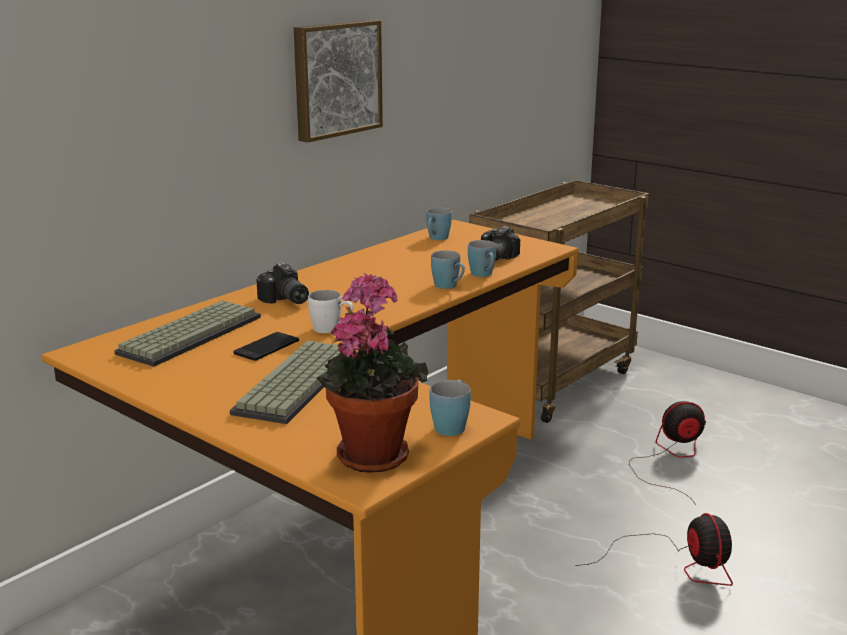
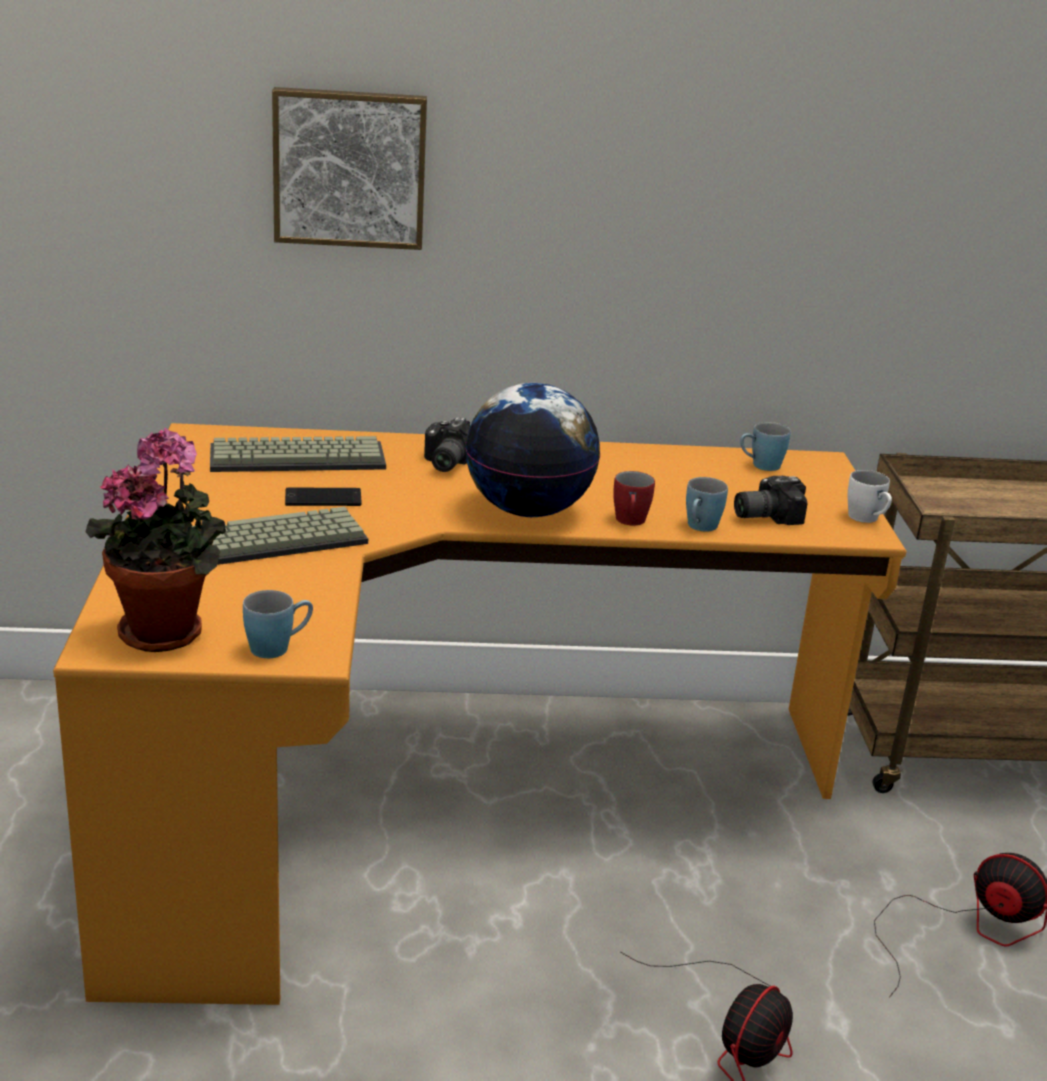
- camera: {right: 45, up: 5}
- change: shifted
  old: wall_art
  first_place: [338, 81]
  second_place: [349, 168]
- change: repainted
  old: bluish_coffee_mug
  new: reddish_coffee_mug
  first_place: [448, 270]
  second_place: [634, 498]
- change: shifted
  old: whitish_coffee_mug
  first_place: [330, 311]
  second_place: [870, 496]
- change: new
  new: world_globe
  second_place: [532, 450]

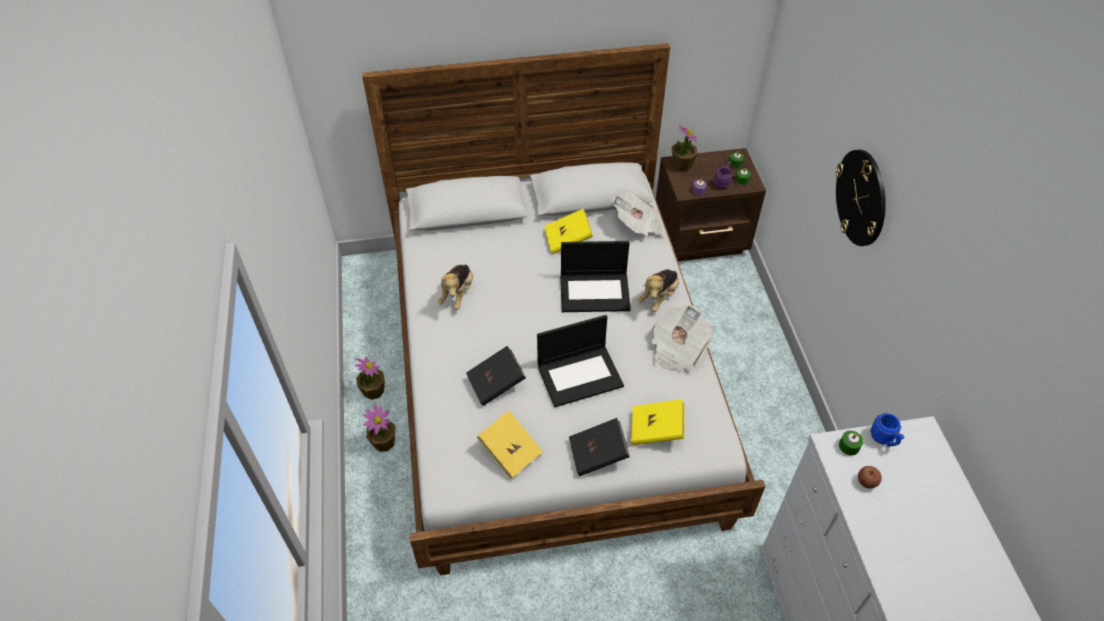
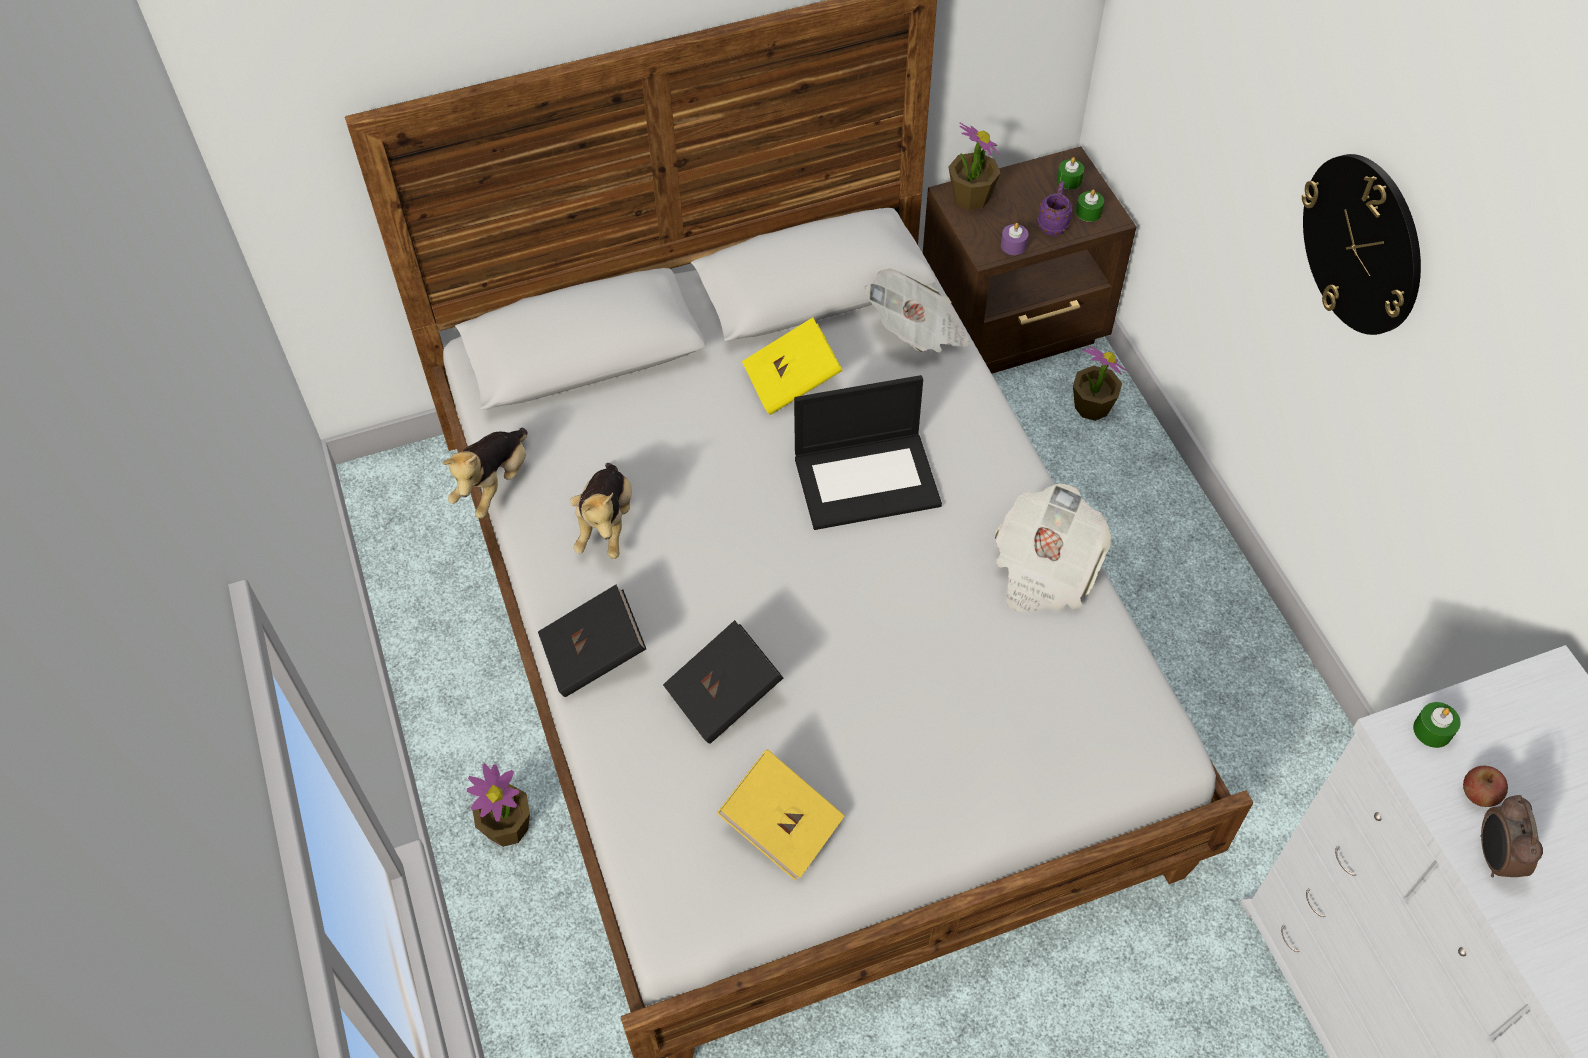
- camera: {right: -10, up: 5}
- change: shifted
  old: plush_toy
  first_place: [658, 291]
  second_place: [485, 473]
- change: gone
  old: portable_computer
  first_place: [580, 361]
- change: shifted
  old: houseplant
  first_place: [369, 378]
  second_place: [1100, 383]
- change: gone
  old: yellow-coloured_volume
  first_place: [658, 422]
- change: gone
  old: bluish_coffee_mug
  first_place: [887, 430]
- change: shifted
  old: black_volume
  first_place: [599, 447]
  second_place: [592, 641]
- change: new
  new: table_clock
  second_place: [1511, 836]

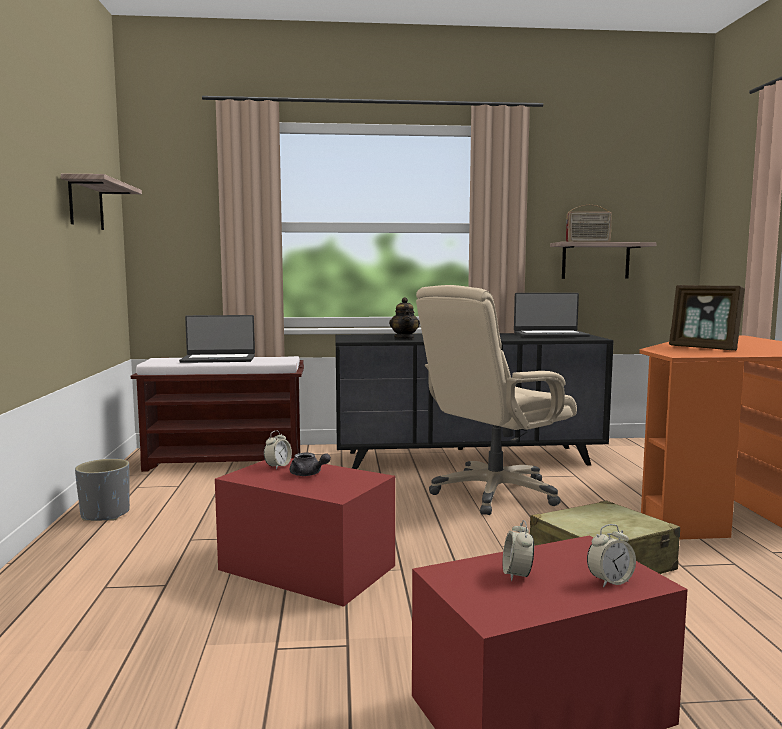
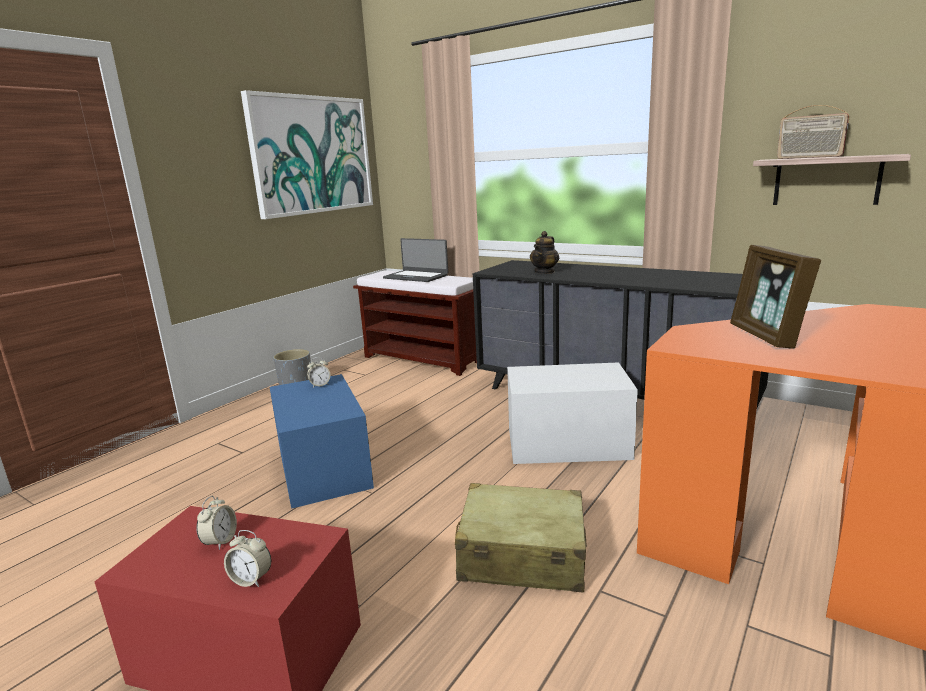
- camera: {right: 40, up: 10}
- change: swapped
  old: shelf
  new: wall_art
  first_place: [101, 202]
  second_place: [307, 154]
- change: swapped
  old: beige_desk_chair
  new: whitish_storage_box
  first_place: [496, 400]
  second_place: [572, 413]
- change: gone
  old: portable_computer
  first_place: [552, 315]
- change: gone
  old: greyish_pot_for_tea
  first_place: [310, 464]
- change: repainted
  old: reddish_storage_box
  new: bluish_storage_box
  first_place: [305, 532]
  second_place: [322, 441]
- change: rotated
  old: table_clock
  first_place: [518, 550]
  second_place: [216, 523]
  degrees: 150

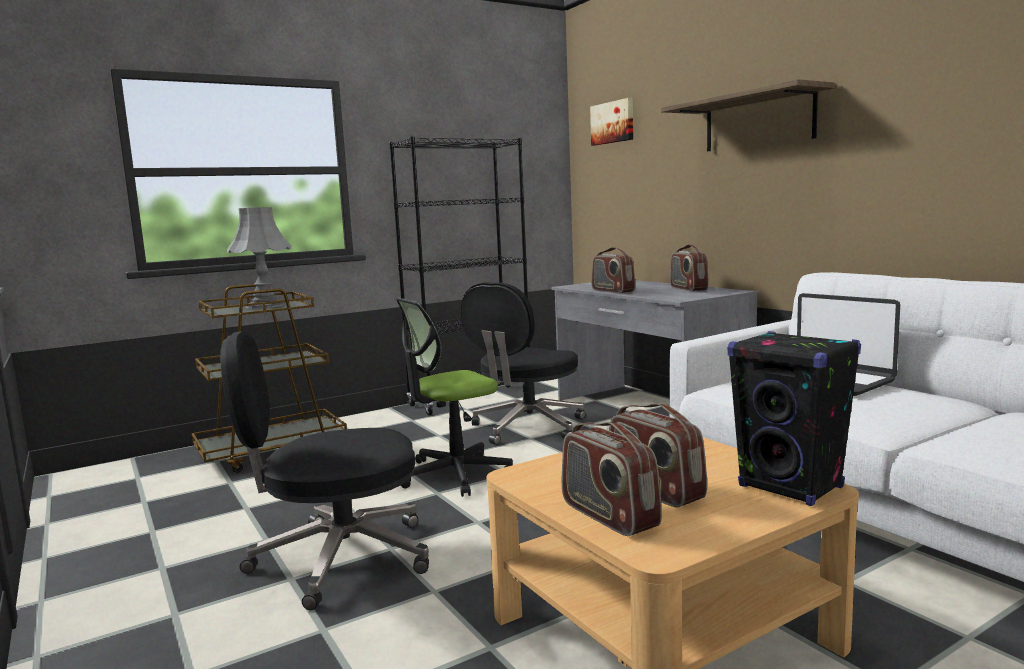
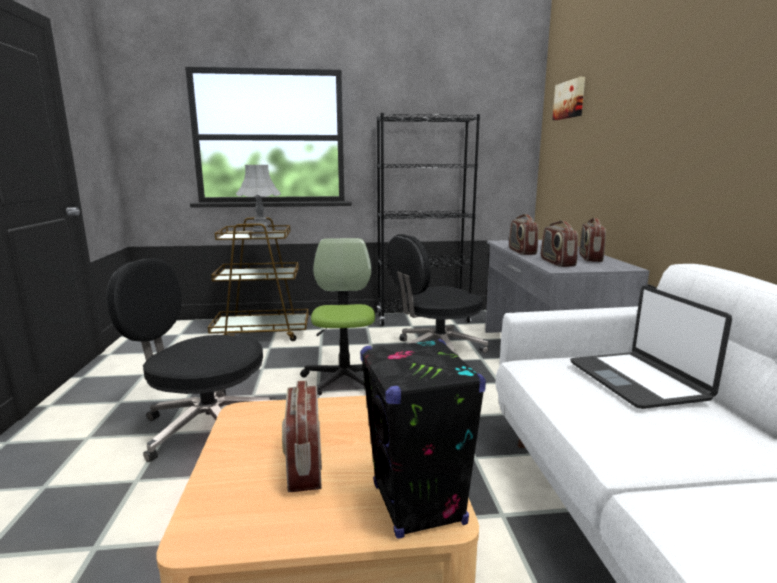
- camera: {right: 25, up: 5}
- change: gone
  old: shelf
  first_place: [748, 115]
- change: rotated
  old: desk_chair
  first_place: [454, 397]
  second_place: [337, 316]
  degrees: 90
- change: shifted
  old: radio_receiver
  first_place: [612, 479]
  second_place: [559, 243]

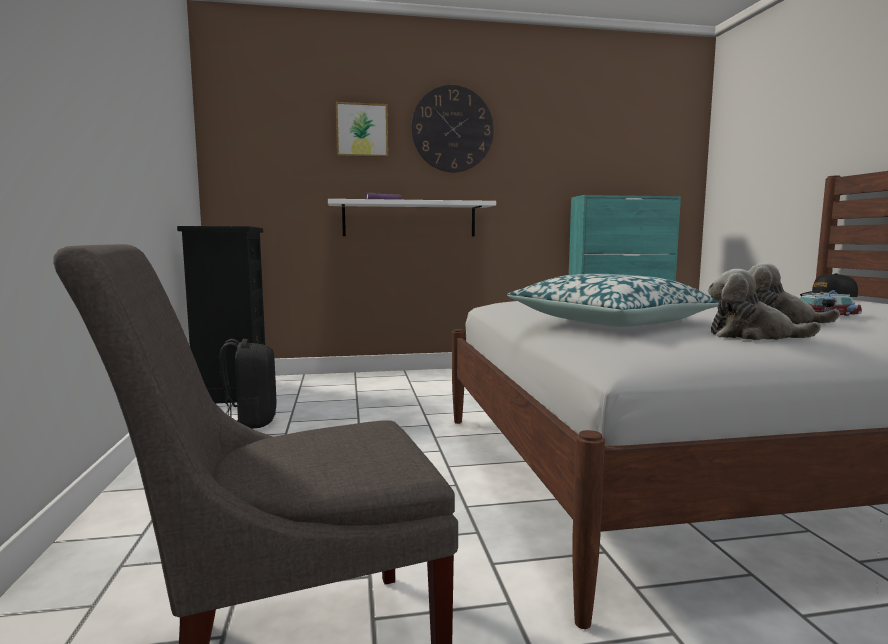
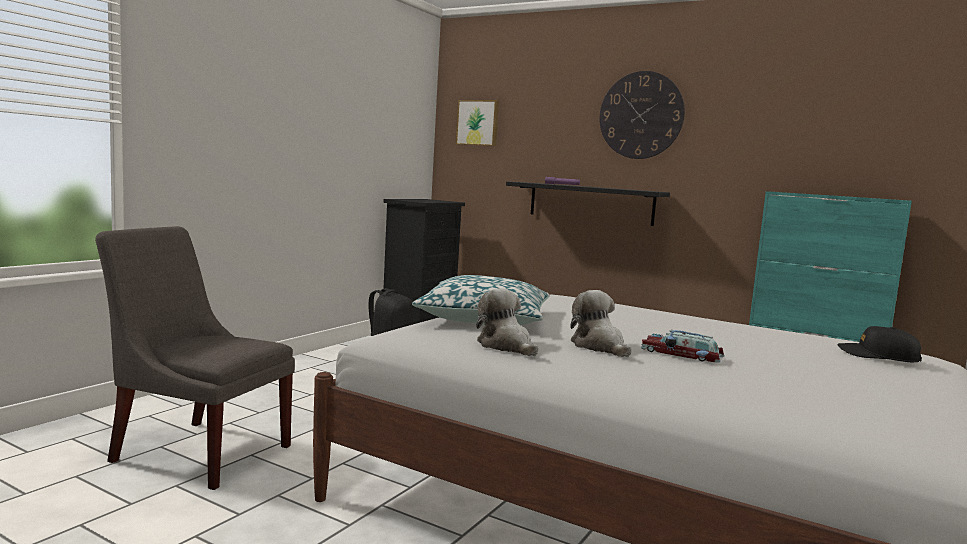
- camera: {right: 40, up: 0}
- change: shifted
  old: wall_art
  first_place: [362, 129]
  second_place: [477, 123]
- change: repainted
  old: whitish_shelf
  new: black_shelf
  first_place: [412, 217]
  second_place: [588, 203]

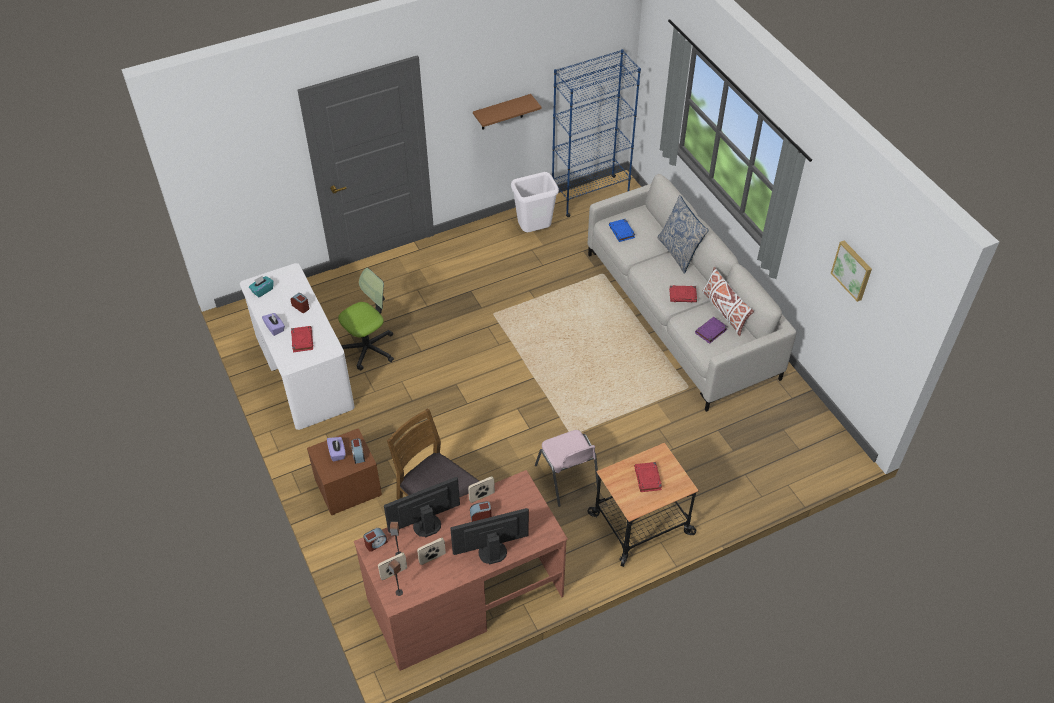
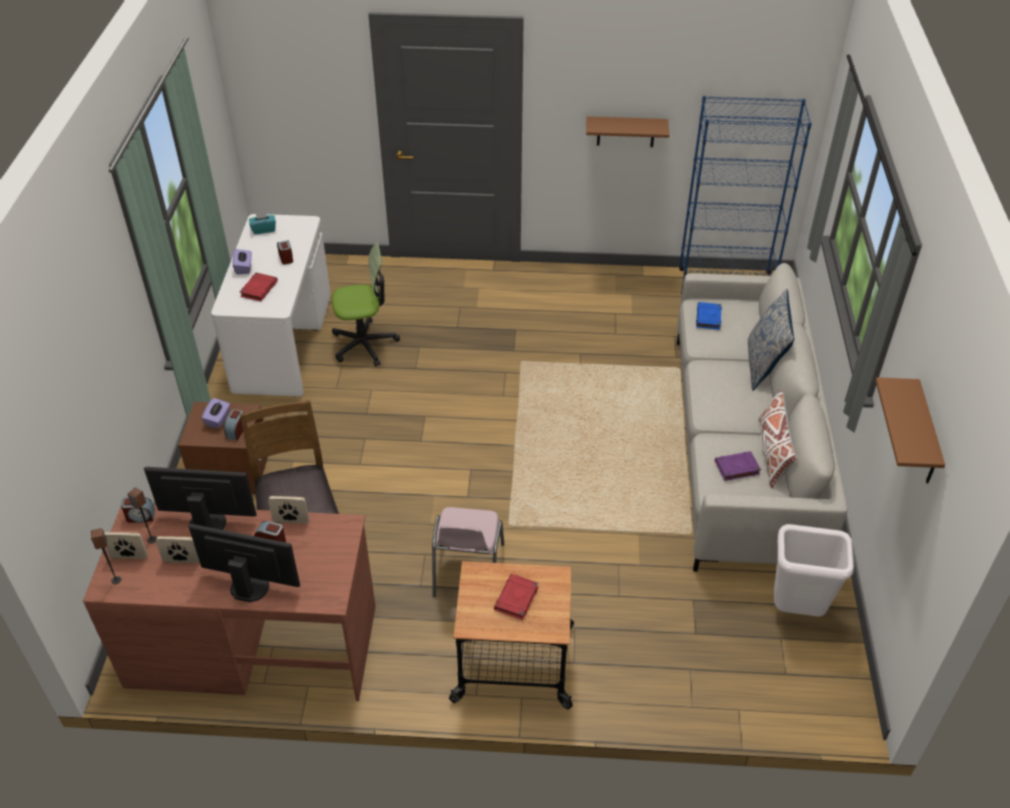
- camera: {right: 30, up: -5}
- change: shifted
  old: whitish_rubbish_bin
  first_place: [535, 202]
  second_place: [814, 570]
- change: swapped
  old: wall_art
  new: brown_shelf
  first_place: [851, 271]
  second_place: [910, 430]
- change: gone
  old: reddish_volume
  first_place: [683, 294]

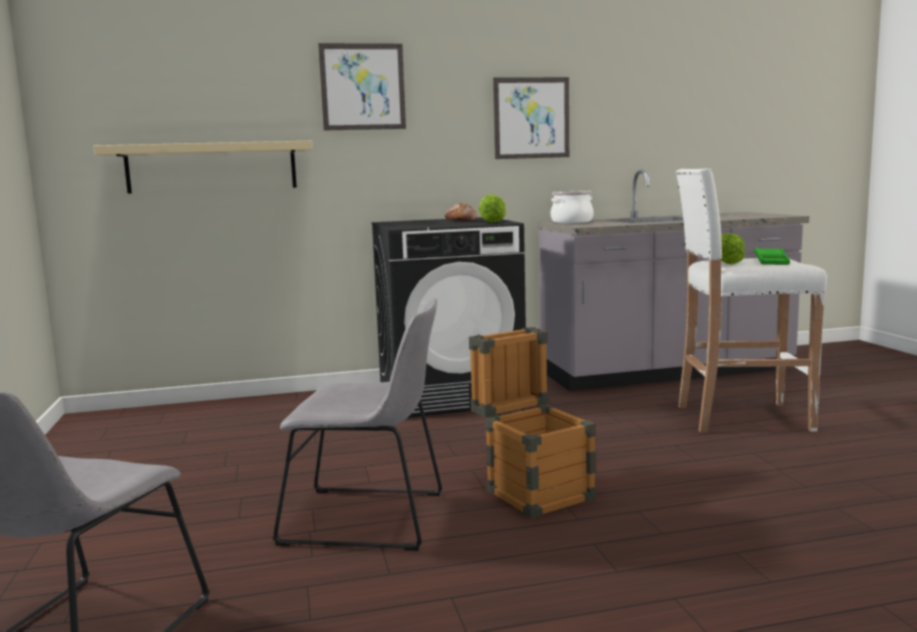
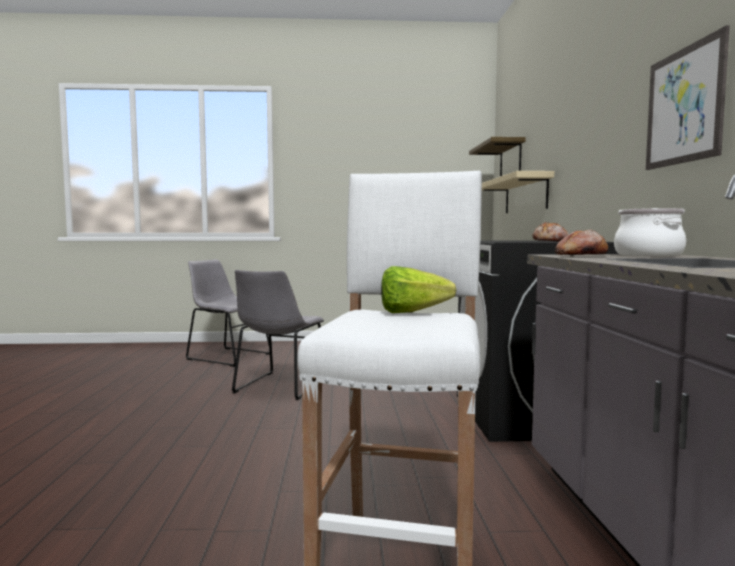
- camera: {right: 100, up: -5}
- change: gone
  old: wall_art
  first_place: [362, 86]
- change: gone
  old: lettuce_head
  first_place: [492, 208]
- change: gone
  old: green_serving_tray
  first_place: [772, 256]
- change: gone
  old: packing_crate
  first_place: [532, 423]
- change: new
  new: shelf
  second_place: [497, 156]
- change: new
  new: bakery_bread
  second_place: [581, 242]

